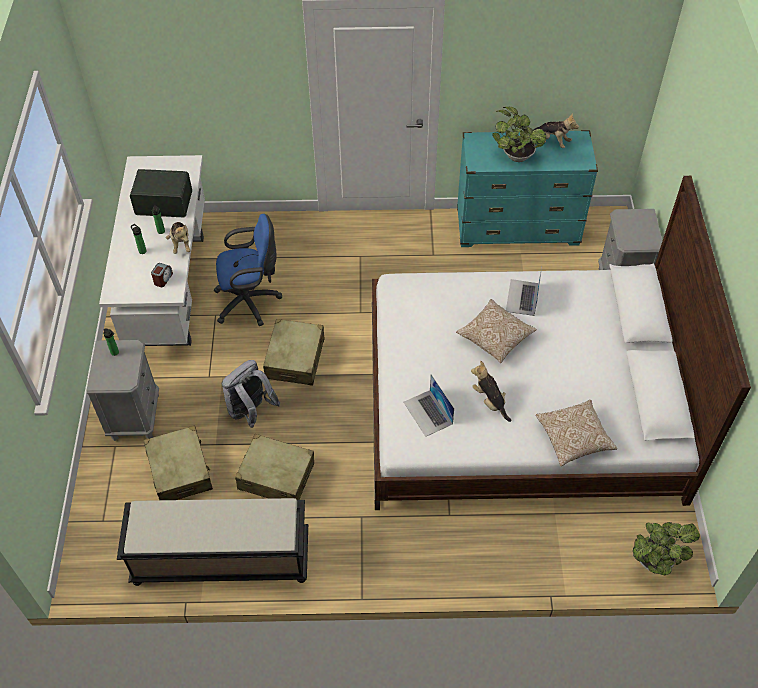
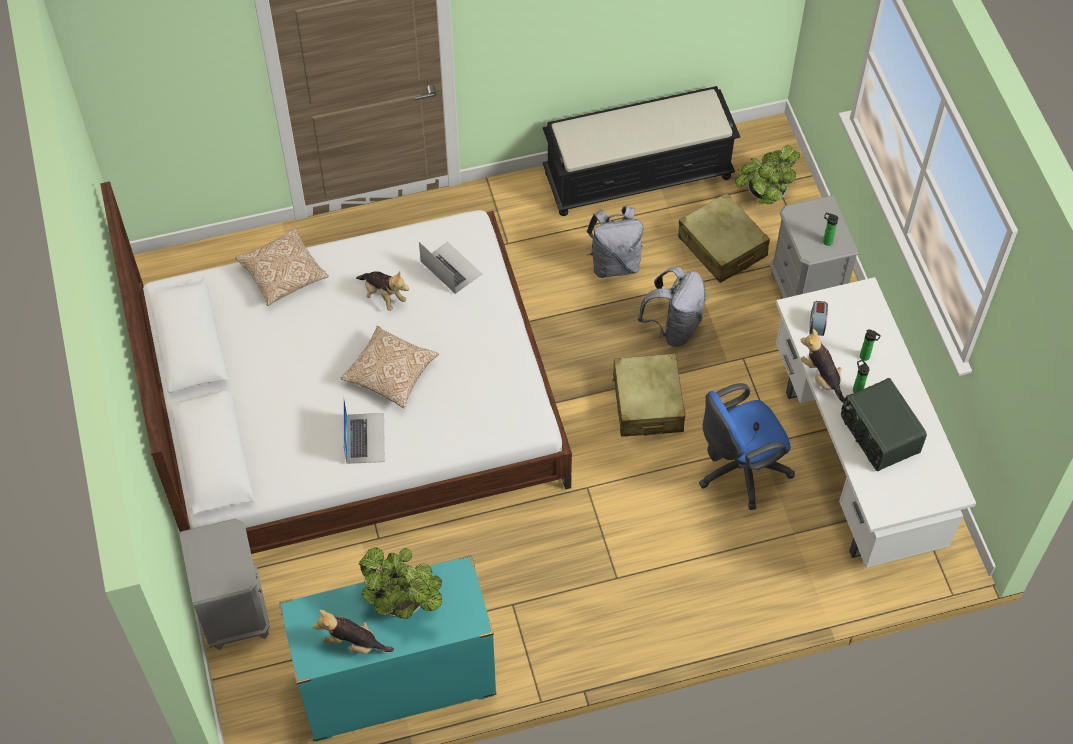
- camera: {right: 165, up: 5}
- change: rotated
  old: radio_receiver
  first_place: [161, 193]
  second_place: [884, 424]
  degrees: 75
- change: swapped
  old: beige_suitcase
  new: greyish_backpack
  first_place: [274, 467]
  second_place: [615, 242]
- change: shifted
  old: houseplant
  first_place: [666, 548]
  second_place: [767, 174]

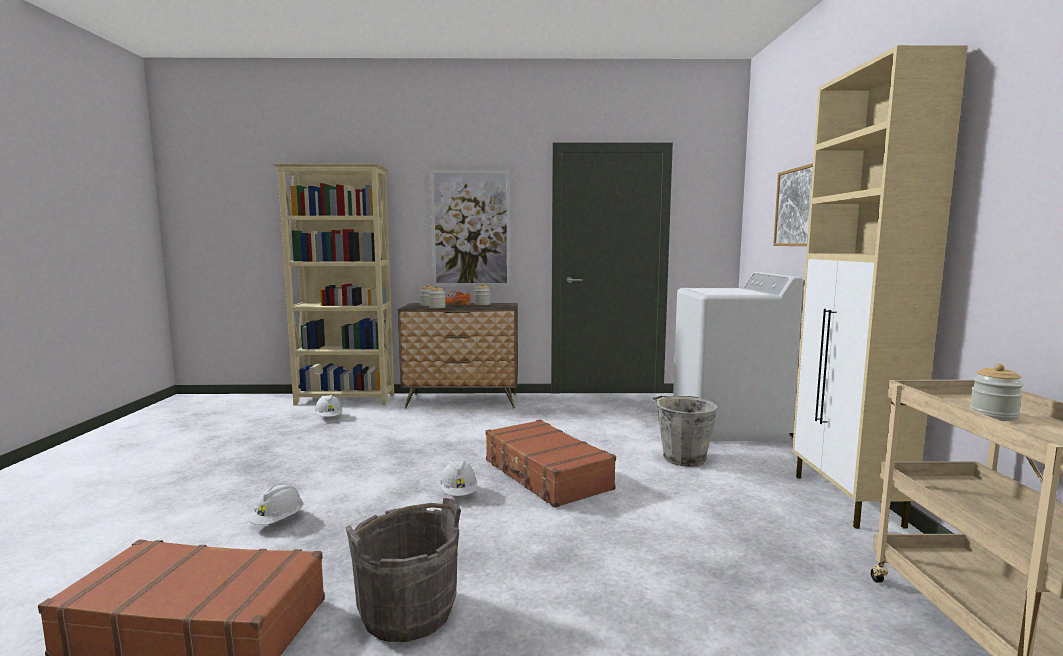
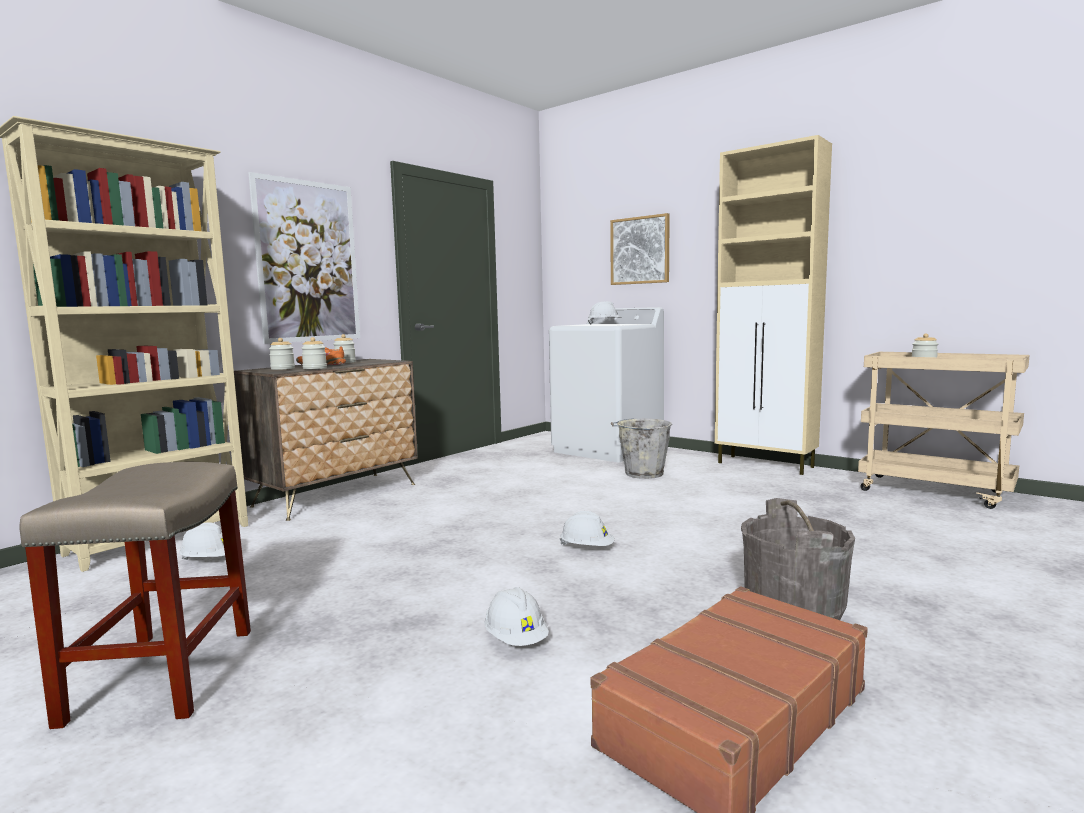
- camera: {right: -50, up: 0}
- change: gone
  old: brown_suitcase
  first_place: [550, 464]
- change: new
  new: whitish_work_helmet
  second_place: [605, 313]
- change: new
  new: beige_sitting_stool
  second_place: [135, 595]

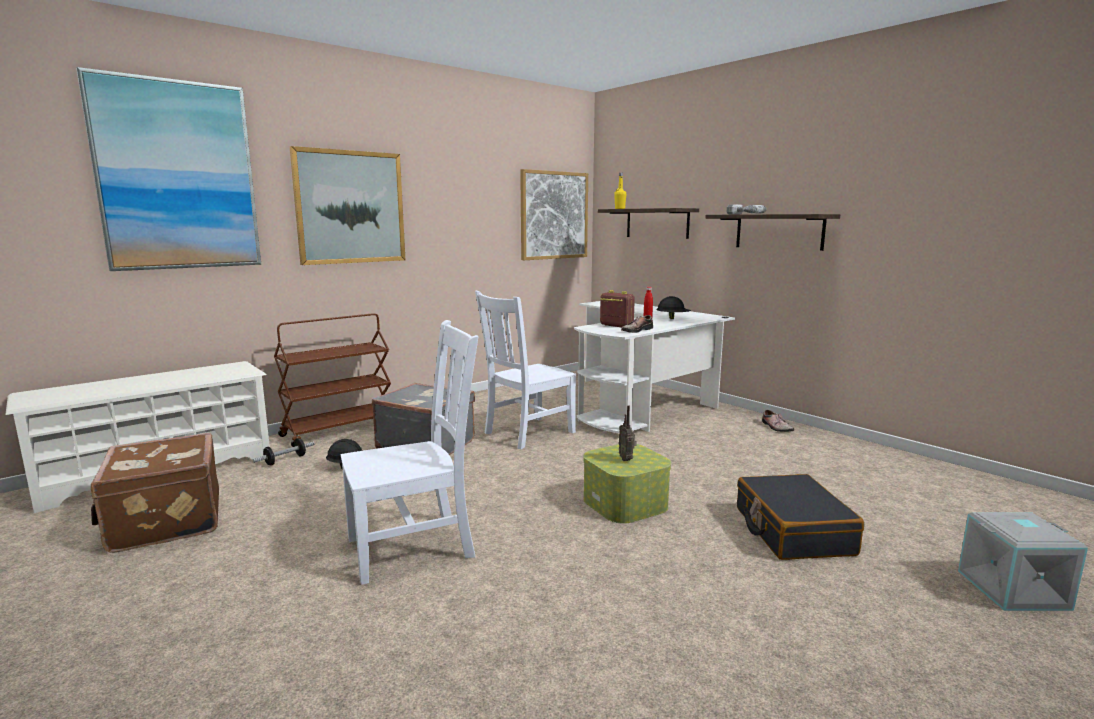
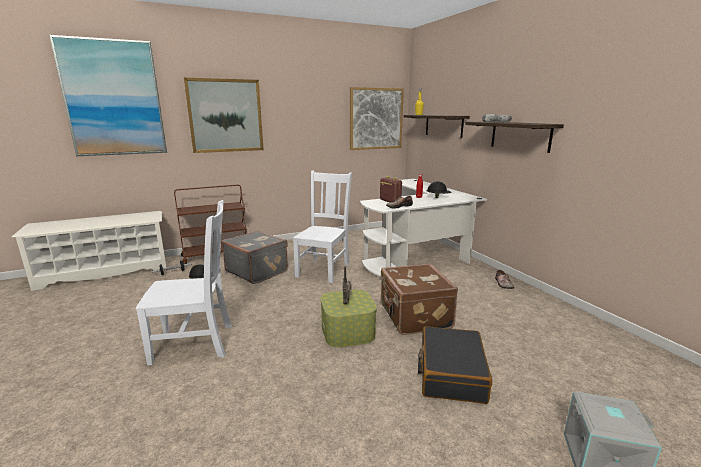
- camera: {right: 15, up: 5}
- change: rotated
  old: whitish_chair
  first_place: [525, 370]
  second_place: [322, 226]
  degrees: 135
- change: shifted
  old: brown_suitcase
  first_place: [155, 493]
  second_place: [419, 299]

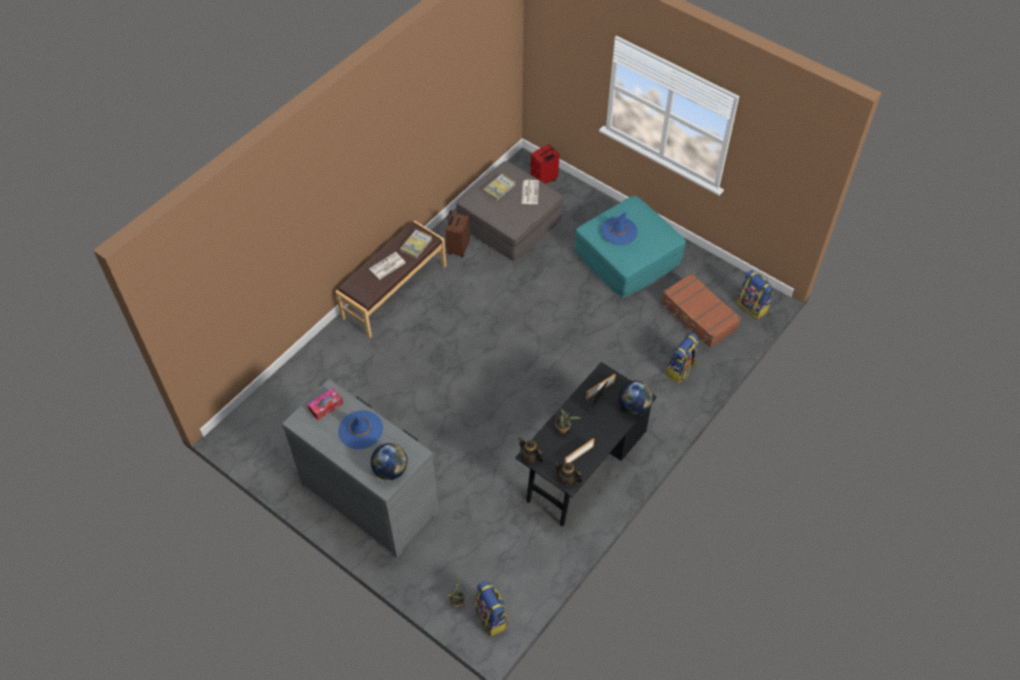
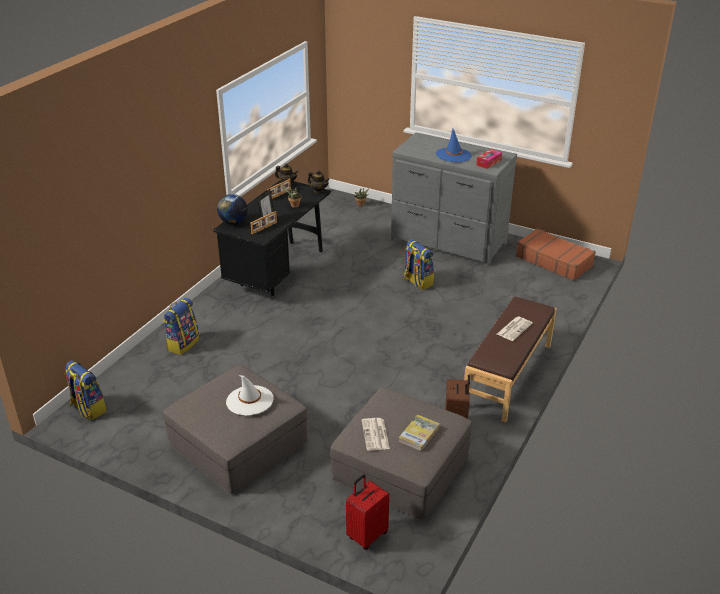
- camera: {right: 170, up: -20}
- change: repainted
  old: blue-green_ottoman
  new: greyish_ottoman
  first_place: [630, 247]
  second_place: [235, 429]
- change: repainted
  old: bluish_clothing_hat
  new: whitish_clothing_hat
  first_place: [619, 228]
  second_place: [250, 395]
- change: gone
  old: volume
  first_place: [416, 243]
- change: shifted
  old: brown_suitcase
  first_place: [701, 310]
  second_place: [556, 254]
- change: gone
  old: world_globe
  first_place: [389, 461]
- change: shifted
  old: backpack
  first_place: [492, 608]
  second_place: [418, 264]

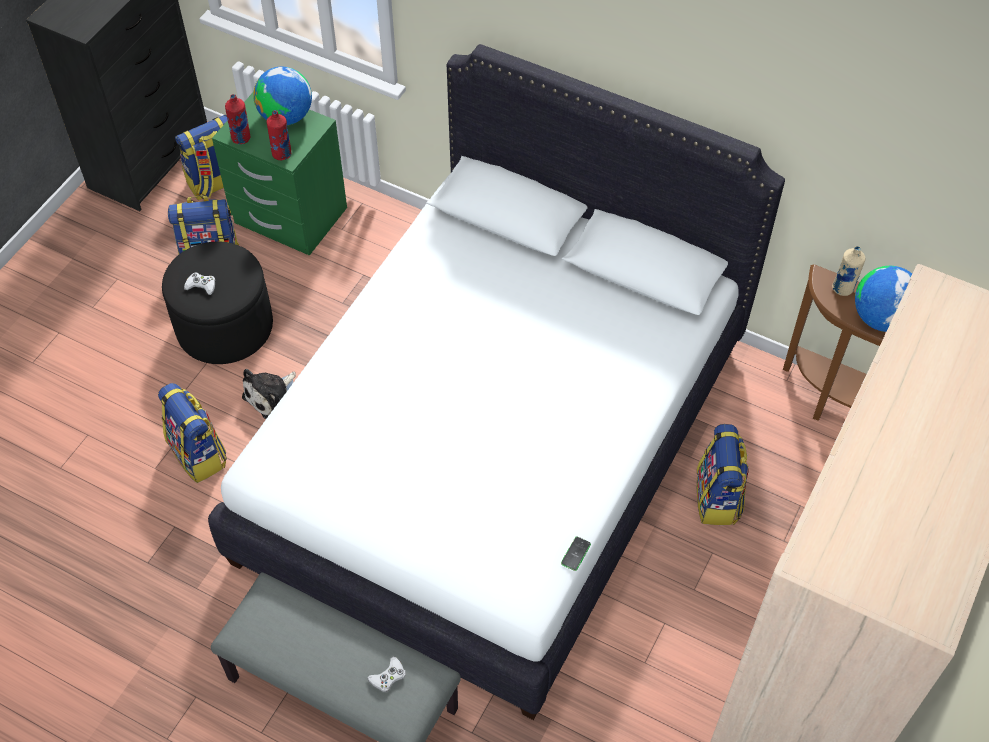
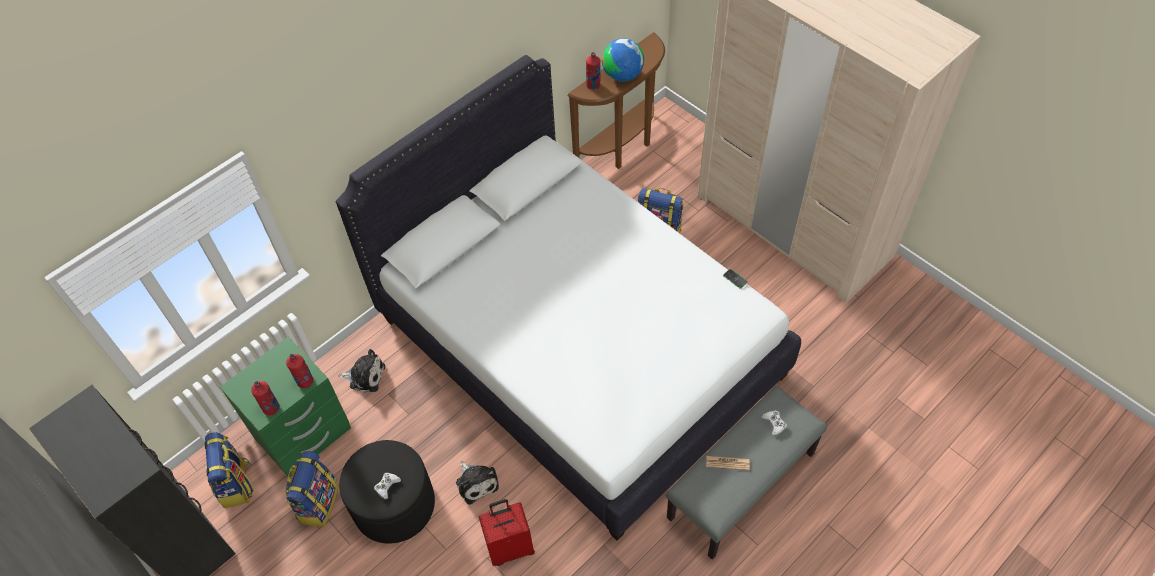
- camera: {right: -70, up: 0}
- change: gone
  old: world_globe
  first_place: [282, 96]
- change: repainted
  old: beige_beverage_bottle
  new: reddish_beverage_bottle
  first_place: [848, 271]
  second_place: [593, 71]
- change: swapped
  old: backpack
  new: reddish_suitcase
  first_place: [192, 433]
  second_place: [507, 532]
- change: new
  new: plush_toy
  second_place: [362, 371]
- change: new
  new: printed_paper
  second_place: [727, 463]

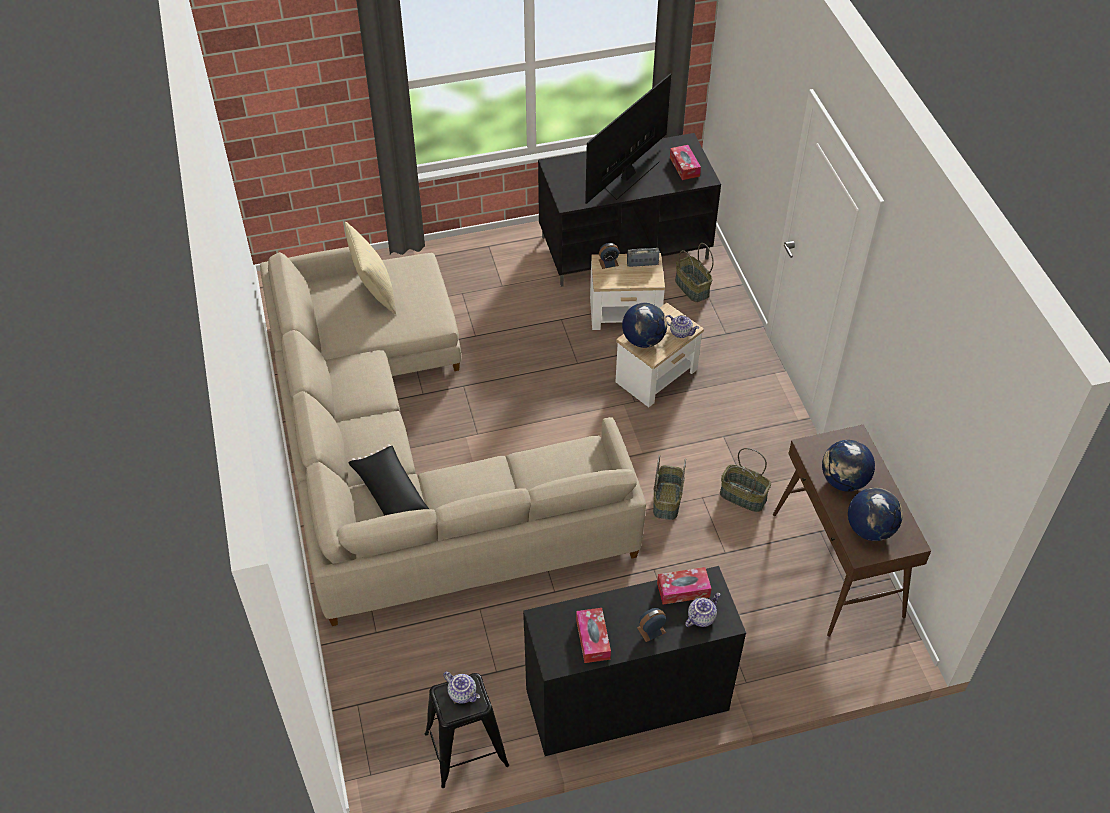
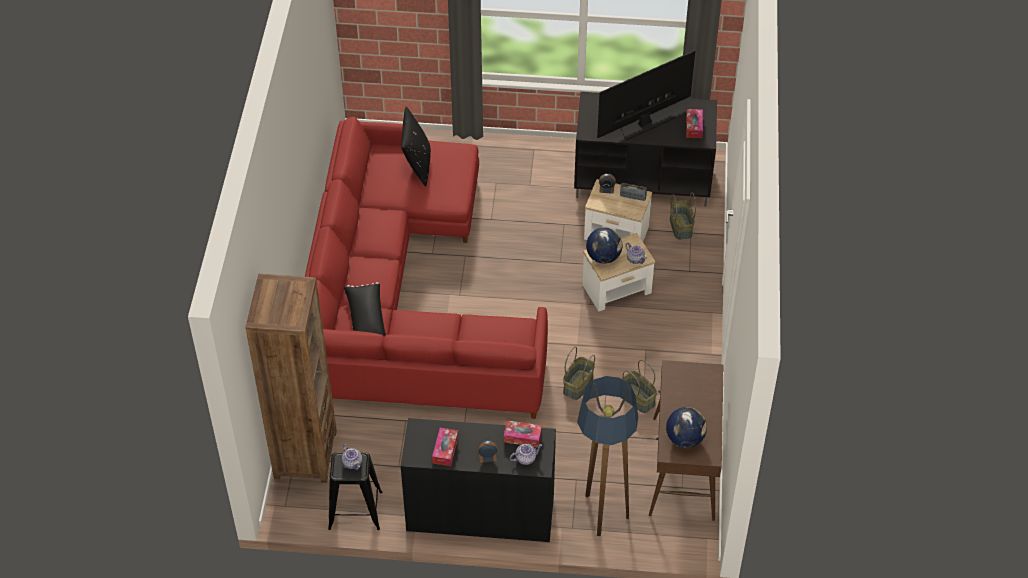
- camera: {right: 20, up: 0}
- change: repainted
  old: beige_throw_pillow
  new: black_throw_pillow
  first_place: [370, 268]
  second_place: [416, 147]
- change: repainted
  old: beige_sofa
  new: reddish_sofa
  first_place: [453, 436]
  second_place: [426, 268]
- change: gone
  old: world_globe
  first_place: [848, 466]
- change: new
  new: brown_bookcase
  second_place: [291, 378]
- change: new
  new: standing_lamp
  second_place: [607, 456]

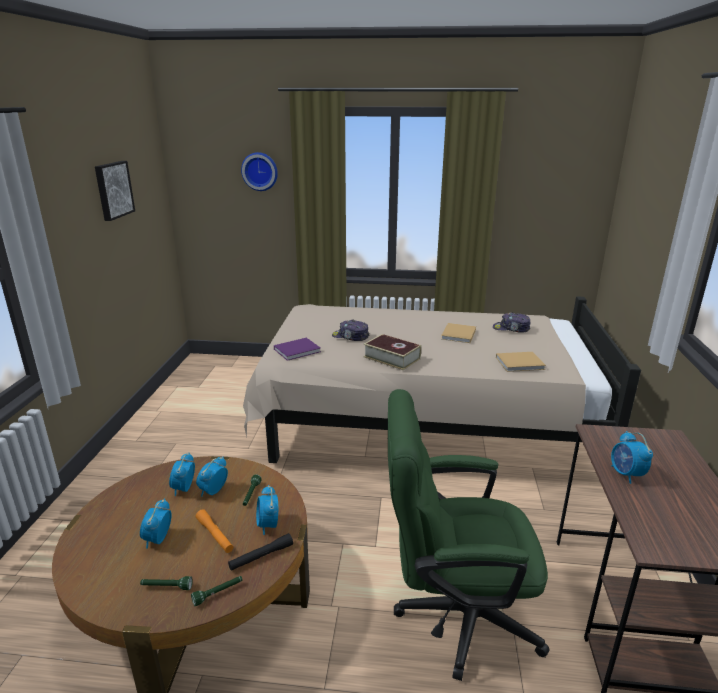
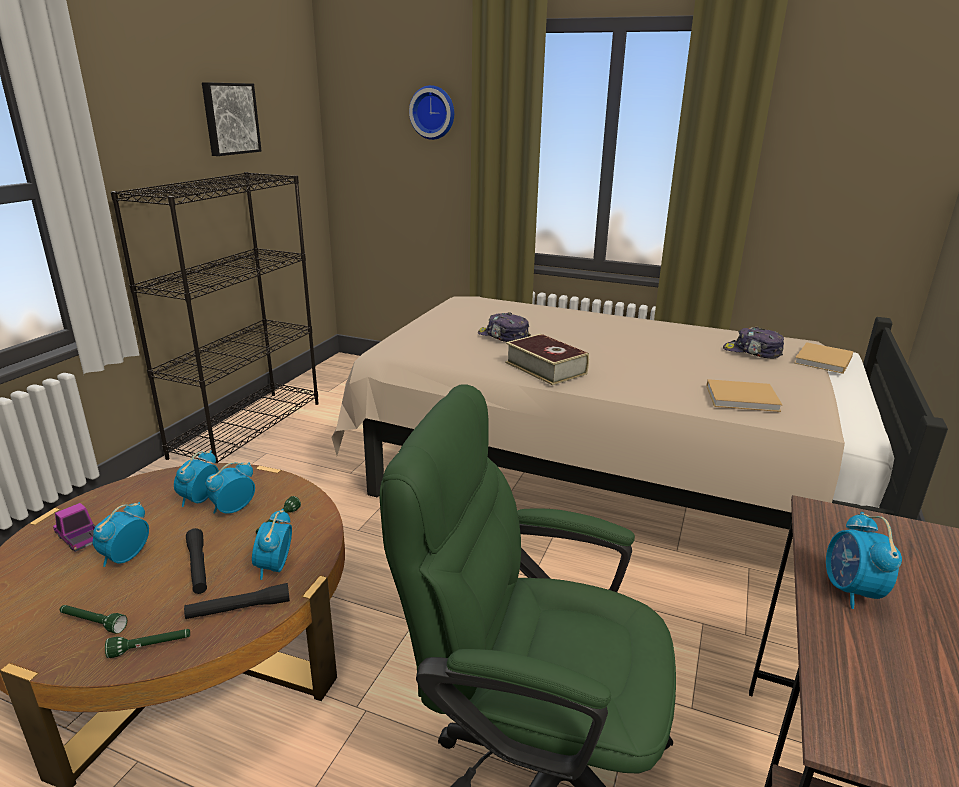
- camera: {right: 15, up: 0}
- change: shifted
  old: beige_volume
  first_place: [458, 333]
  second_place: [824, 358]
- change: gone
  old: purplish_volume
  first_place: [297, 349]
- change: repainted
  old: orange_flashlight
  new: black_flashlight
  first_place: [214, 531]
  second_place: [196, 561]
- change: new
  new: black_bookcase
  second_place: [215, 317]
- change: new
  new: model_truck
  second_place: [74, 527]

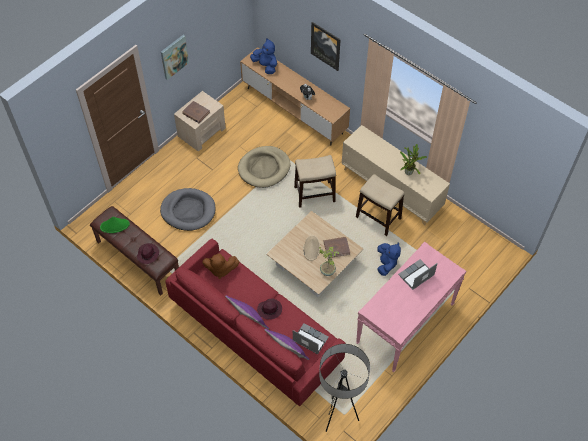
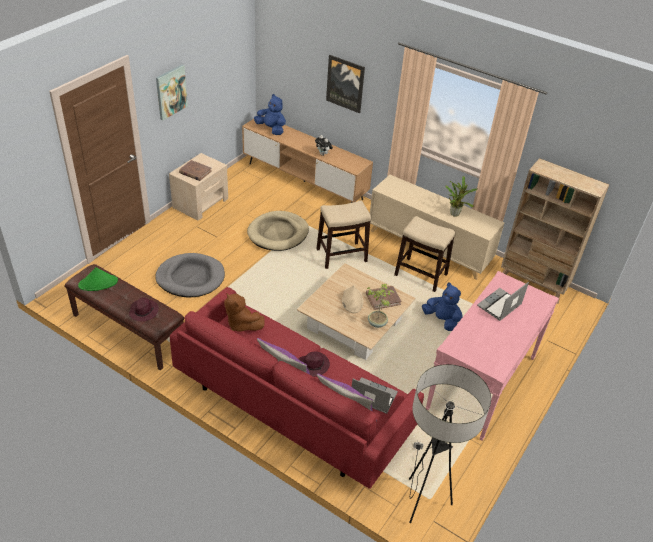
- camera: {right: -10, up: -15}
- change: rotated
  old: bluish_plush_toy
  first_place: [389, 259]
  second_place: [442, 306]
  degrees: -45
- change: rotated
  old: brown_plush_toy
  first_place: [220, 266]
  second_place: [244, 312]
  degrees: 45
- change: new
  new: beige_bookcase
  second_place: [555, 231]

